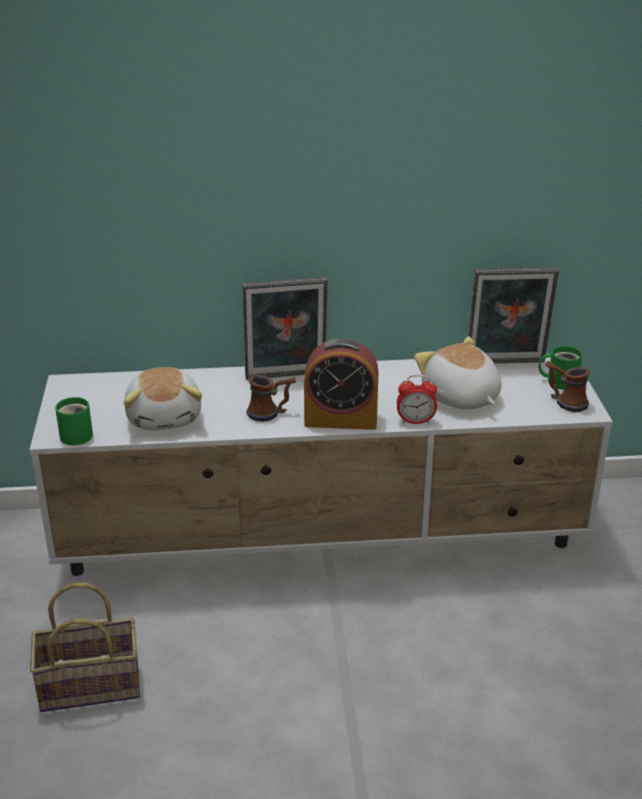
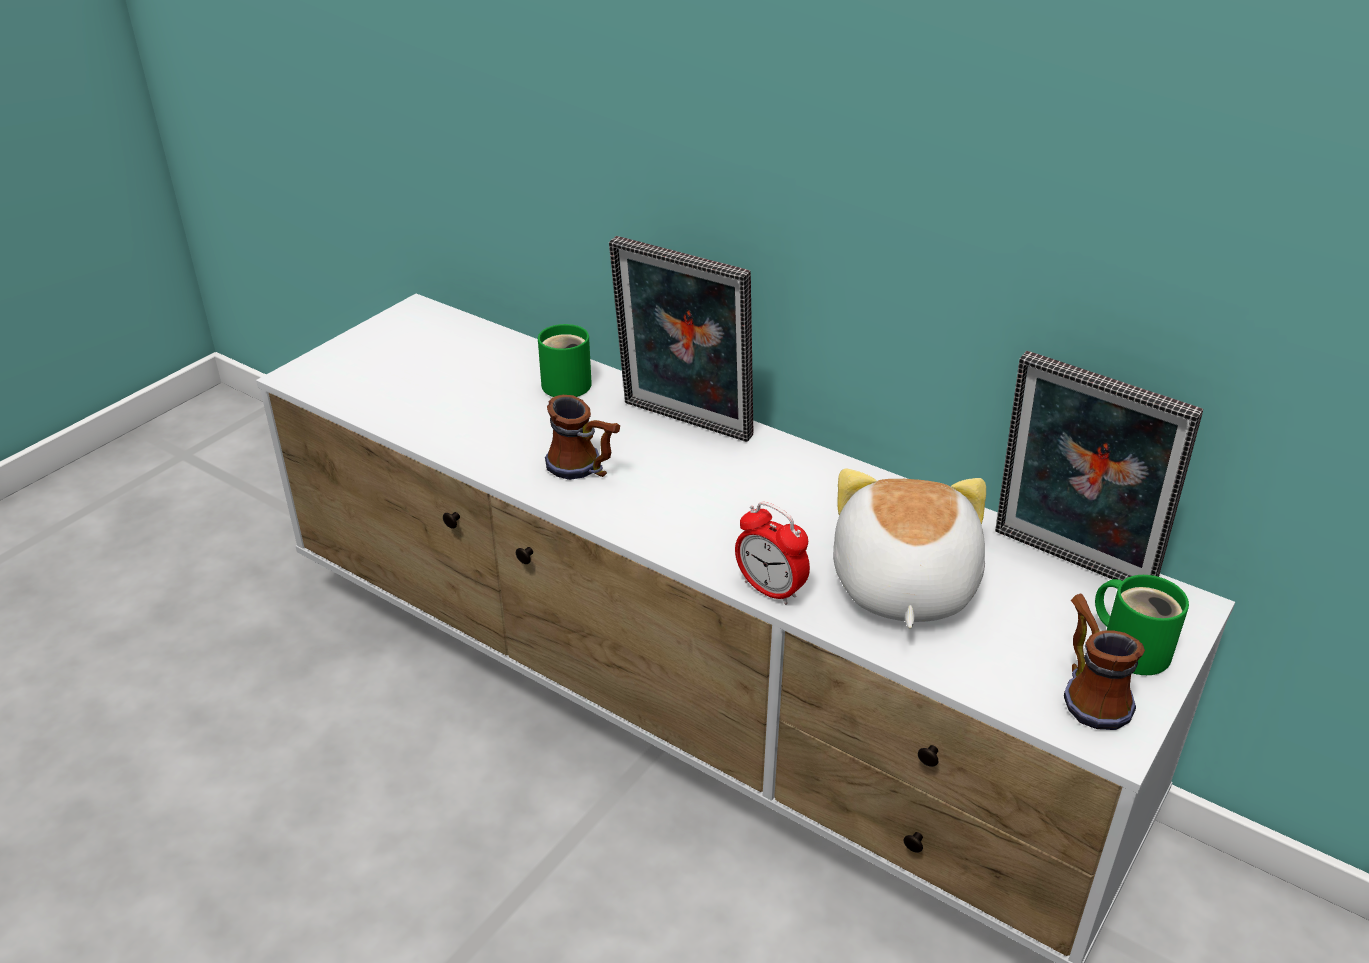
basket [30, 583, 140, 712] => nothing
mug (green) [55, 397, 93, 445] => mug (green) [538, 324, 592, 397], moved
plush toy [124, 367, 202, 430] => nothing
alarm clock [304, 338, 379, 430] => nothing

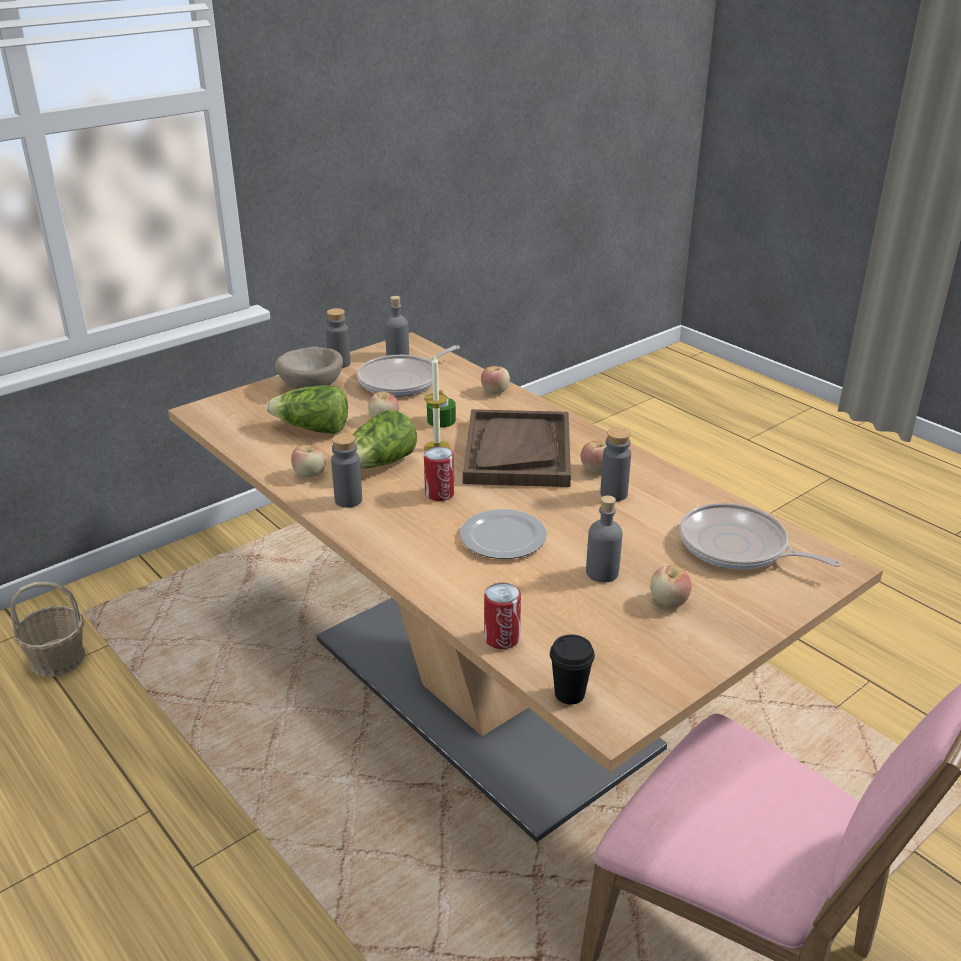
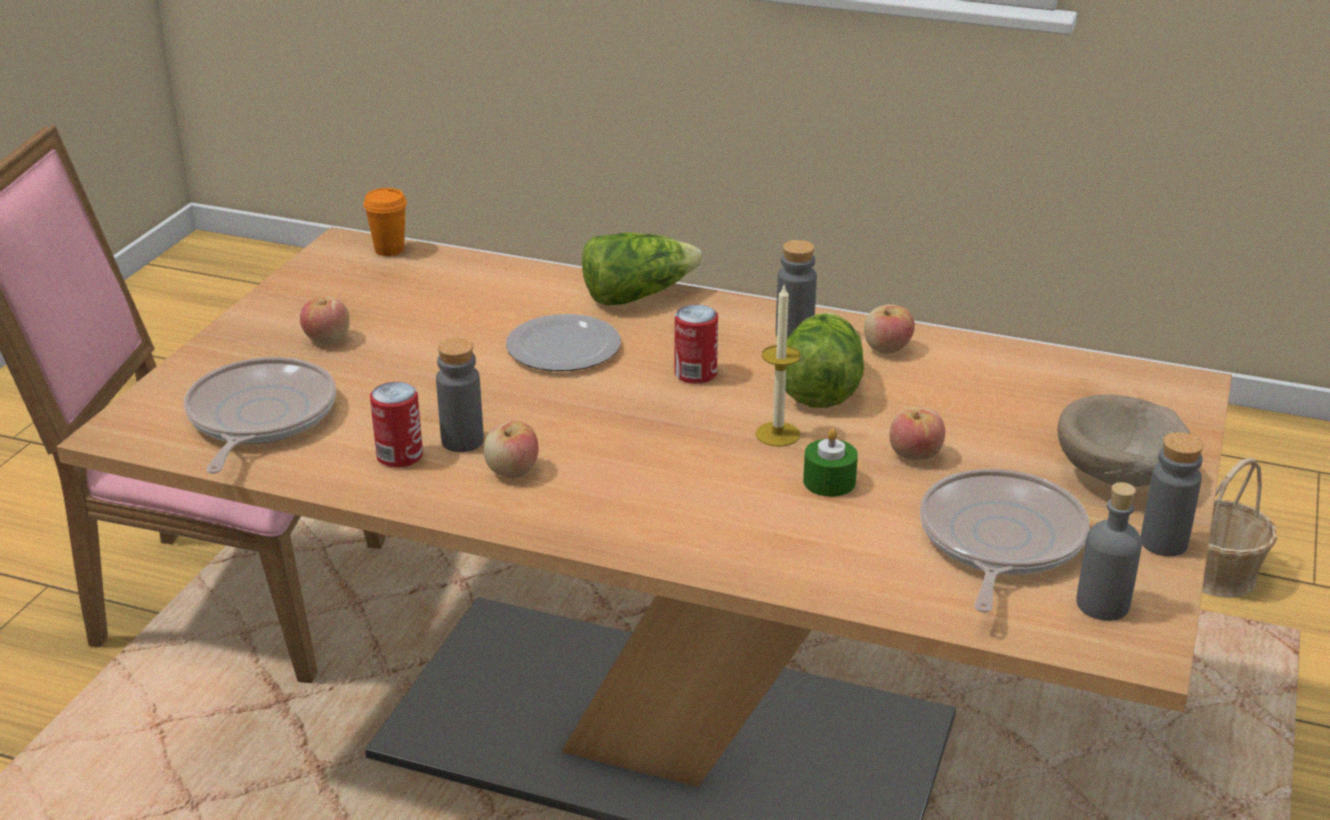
lettuce [266, 385, 348, 434] => lettuce [582, 232, 702, 305], moved
tray (brown) [463, 409, 571, 487] => nothing
apple [481, 366, 510, 394] => nothing
can [484, 583, 521, 649] => can [370, 382, 423, 468], moved
cup (black) [550, 635, 595, 704] => cup (orange) [363, 188, 407, 256]
bottle (grey) [586, 495, 623, 583] => nothing
frying pan [679, 503, 841, 569] => frying pan [184, 357, 336, 474], 90 degrees counterclockwise

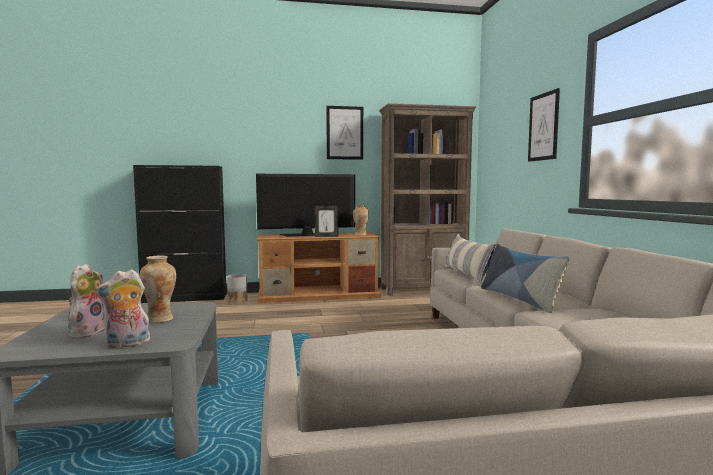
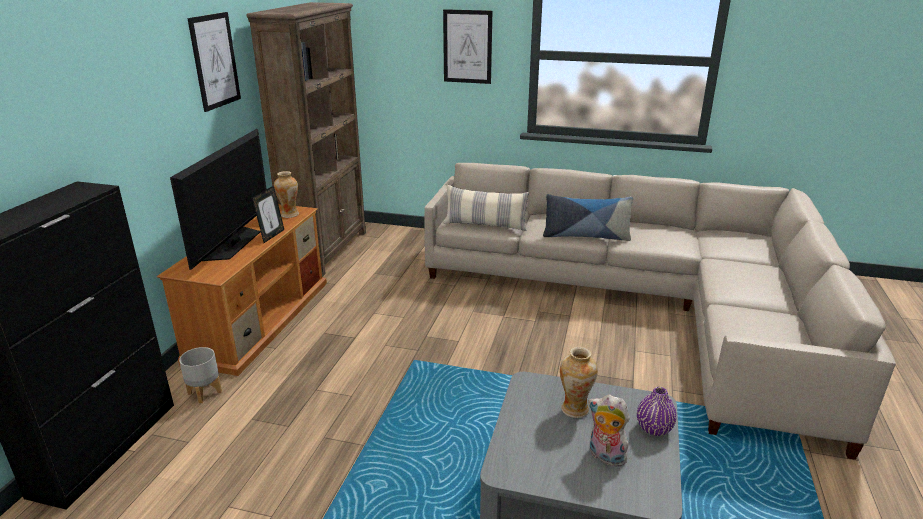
plush toy [95, 269, 151, 348] => vase (purple) [637, 387, 677, 436]

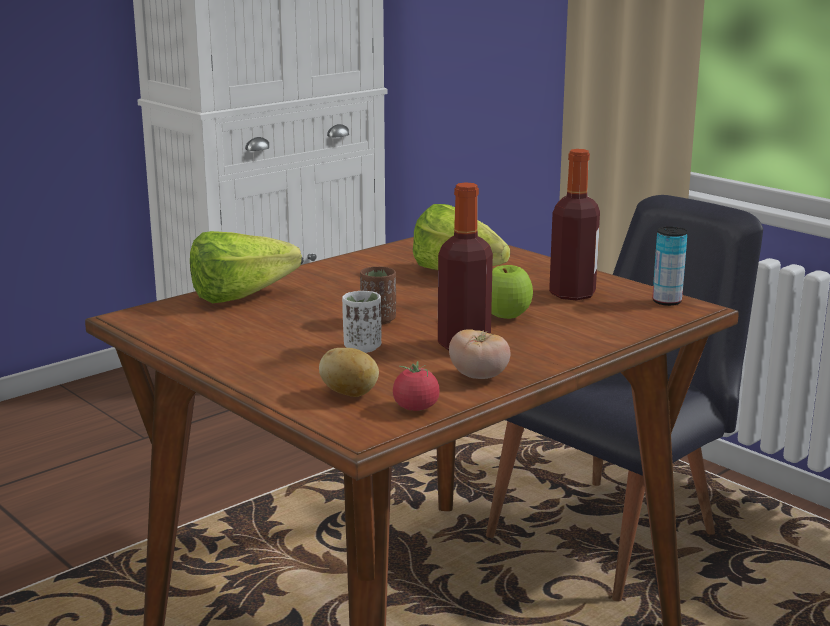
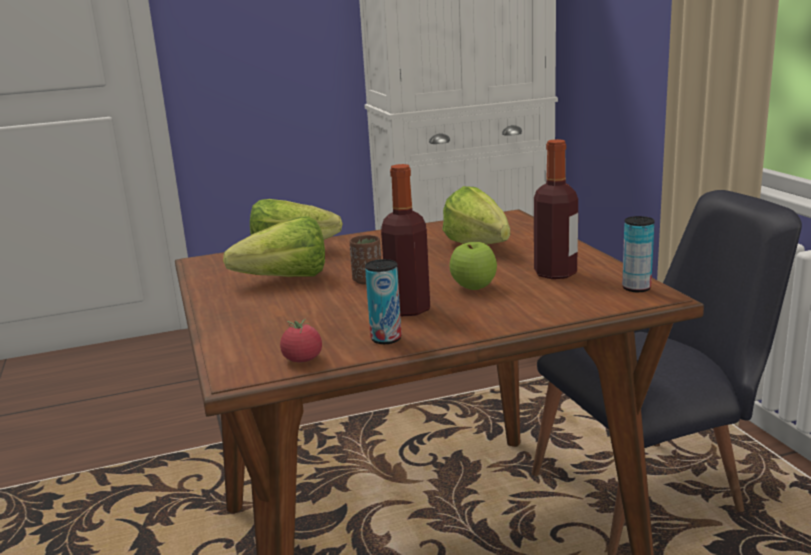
potato [319, 348, 379, 397] => nothing
cup (white) [342, 291, 381, 353] => nothing
tomato [449, 329, 511, 379] => can [365, 259, 402, 344]
nothing => lettuce [223, 216, 325, 277]

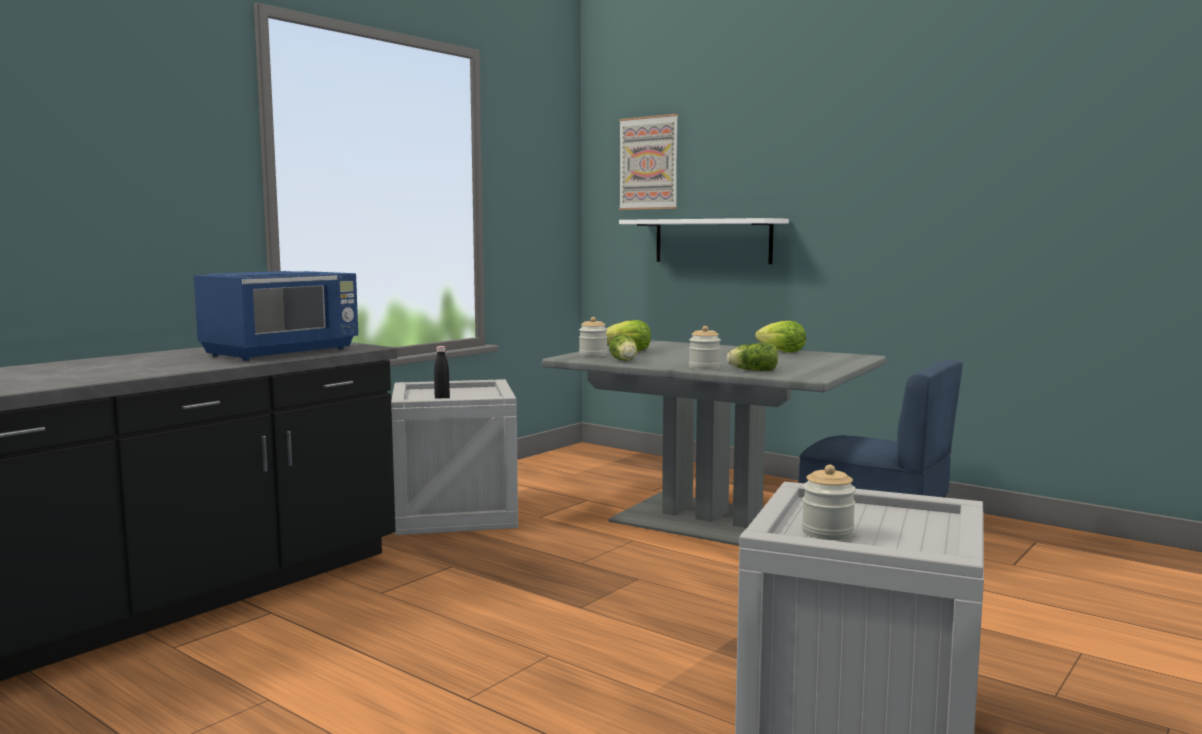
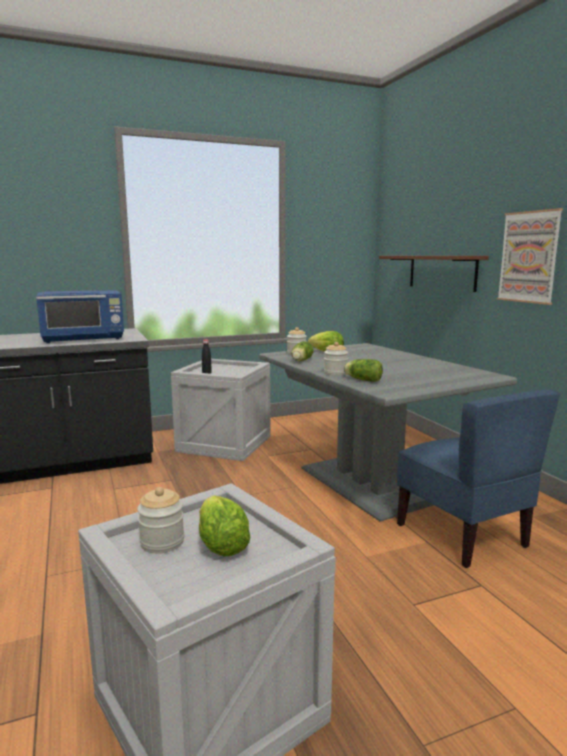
picture [619, 114, 678, 210] => picture [497, 208, 563, 305], moved
shelf (white) [619, 218, 789, 264] => shelf (brown) [379, 256, 489, 292]
lettuce [755, 321, 806, 353] => lettuce [199, 495, 251, 557], moved

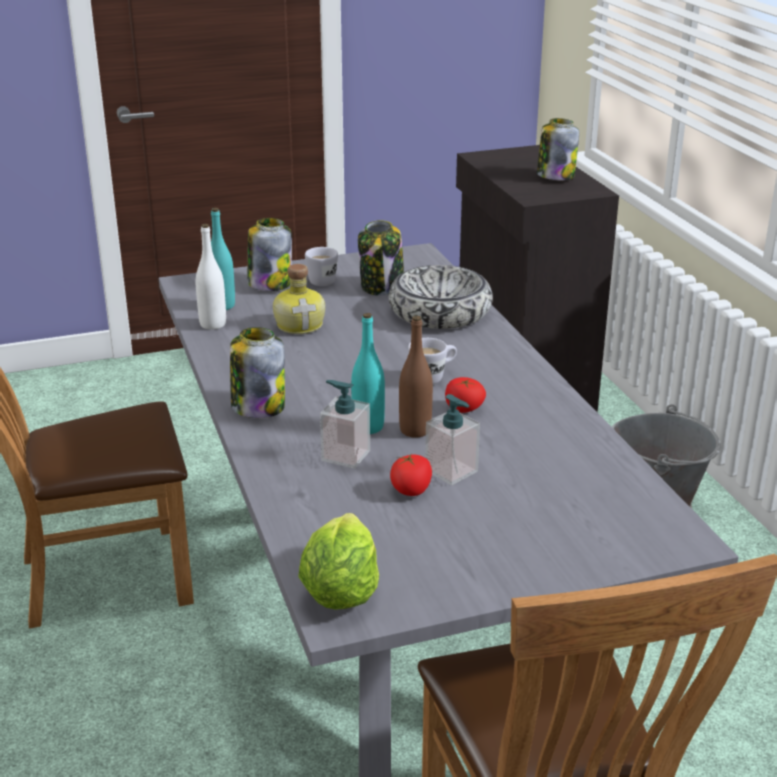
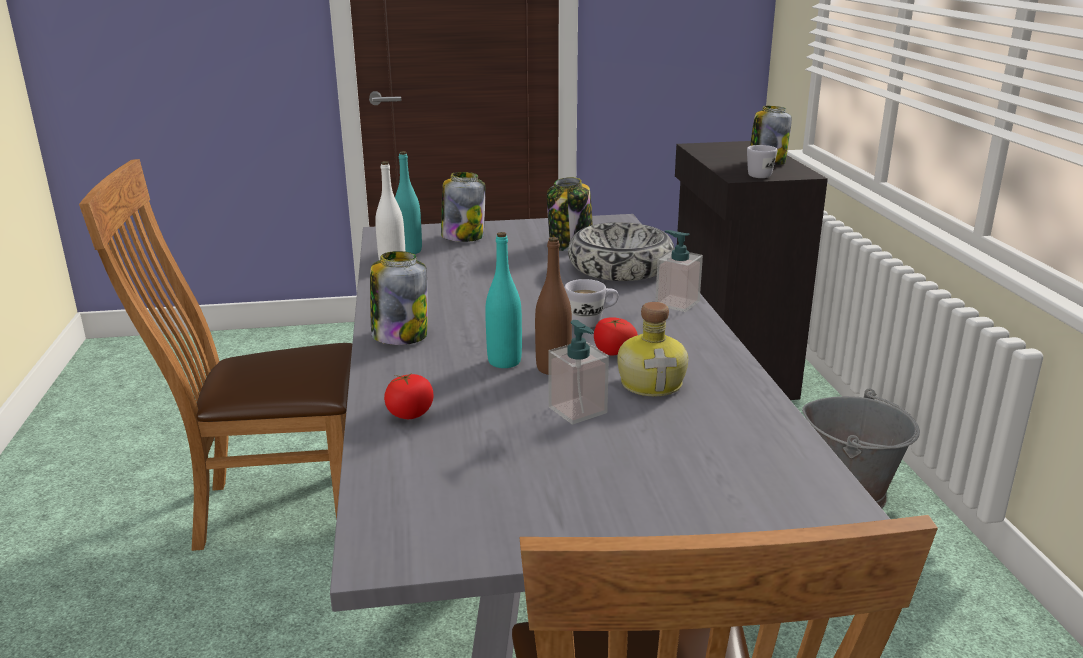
bottle [273, 264, 325, 334] => bottle [617, 302, 688, 396], moved
lettuce [298, 513, 379, 610] => nothing
mug (white) [305, 247, 338, 286] => mug (white) [747, 145, 777, 178], moved
soap dispenser [320, 380, 370, 469] => soap dispenser [655, 230, 703, 312], moved
tomato [390, 454, 432, 496] => tomato [384, 373, 434, 419], moved

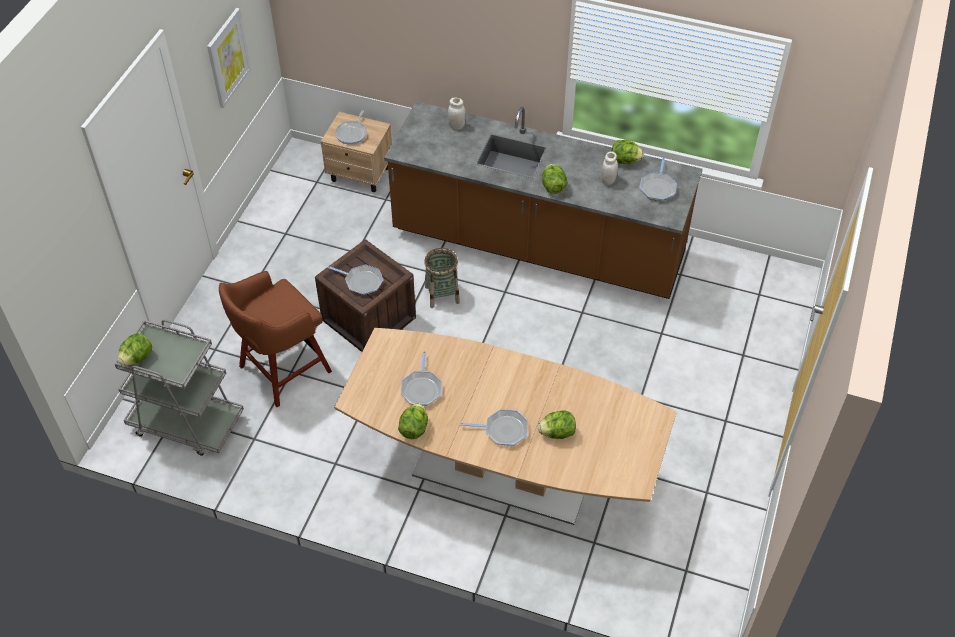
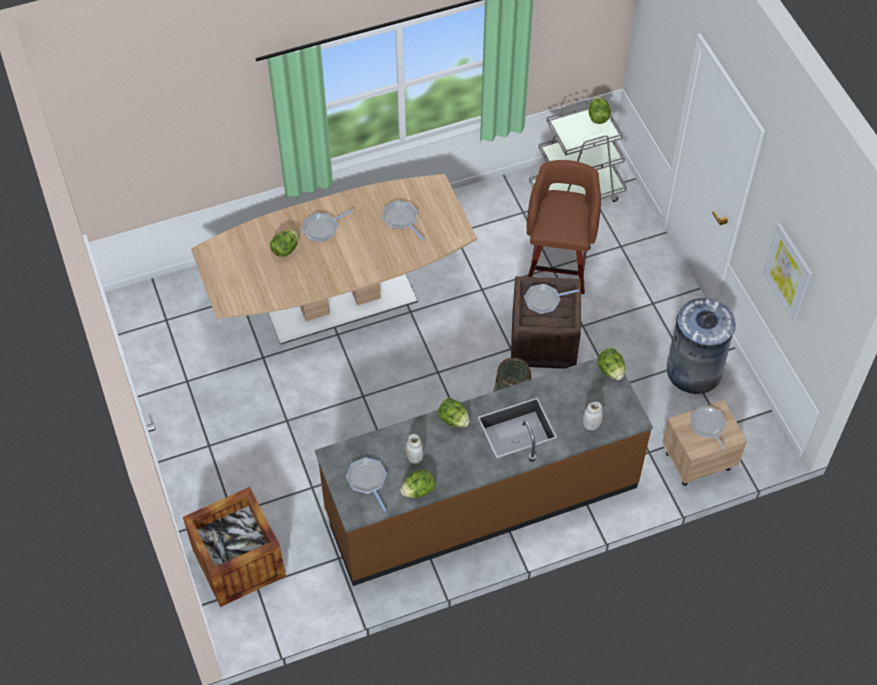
lettuce [398, 403, 428, 439] => lettuce [597, 348, 625, 380], moved
nothing => crate [183, 487, 286, 607]
nothing => trash can (grey) [667, 298, 736, 394]

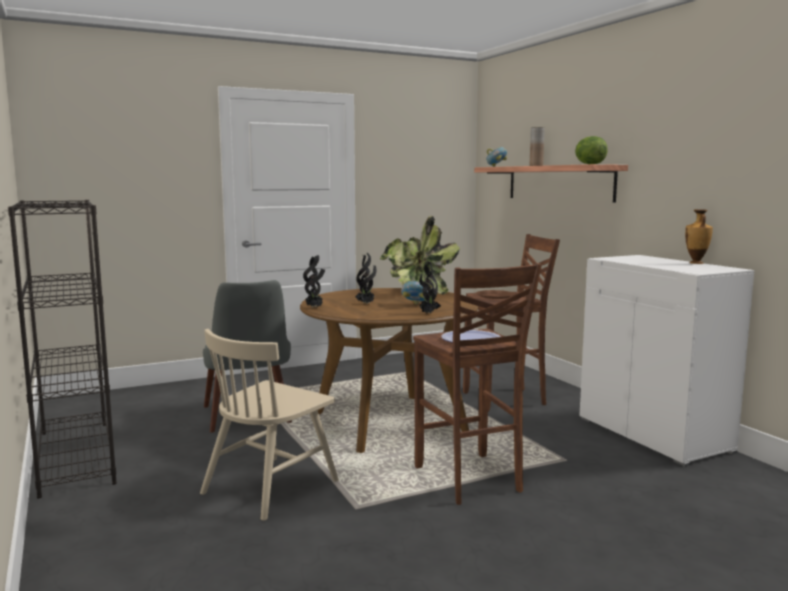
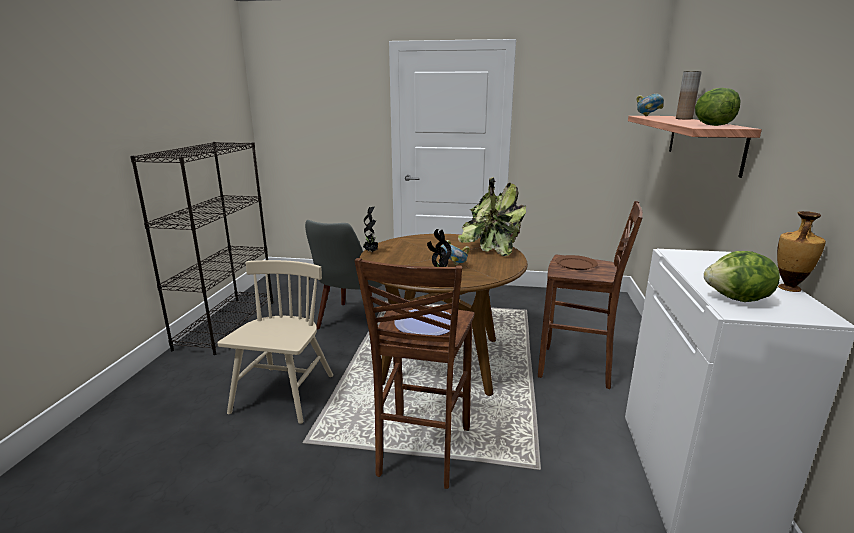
chair (beige) [200, 329, 339, 521] => chair (beige) [217, 260, 333, 424], 120 degrees clockwise
potted plant [355, 253, 376, 304] => nothing
nothing => lettuce [704, 251, 780, 302]

